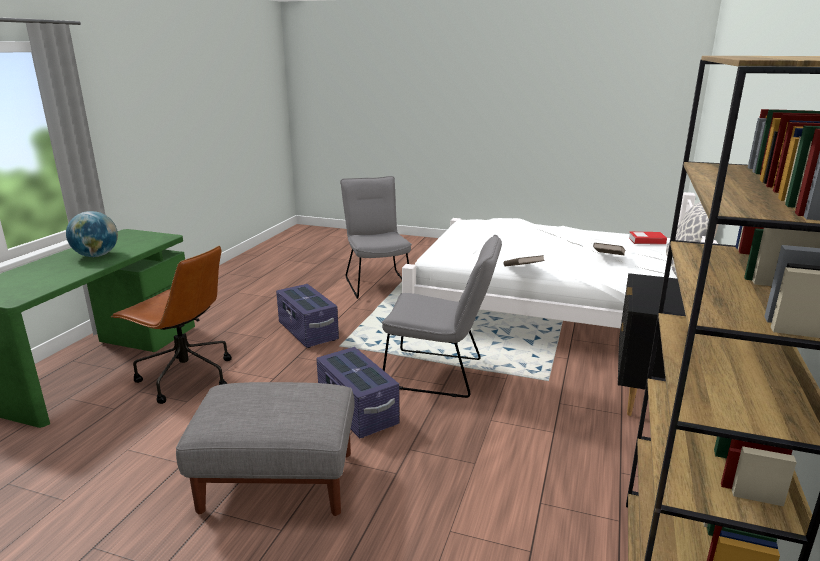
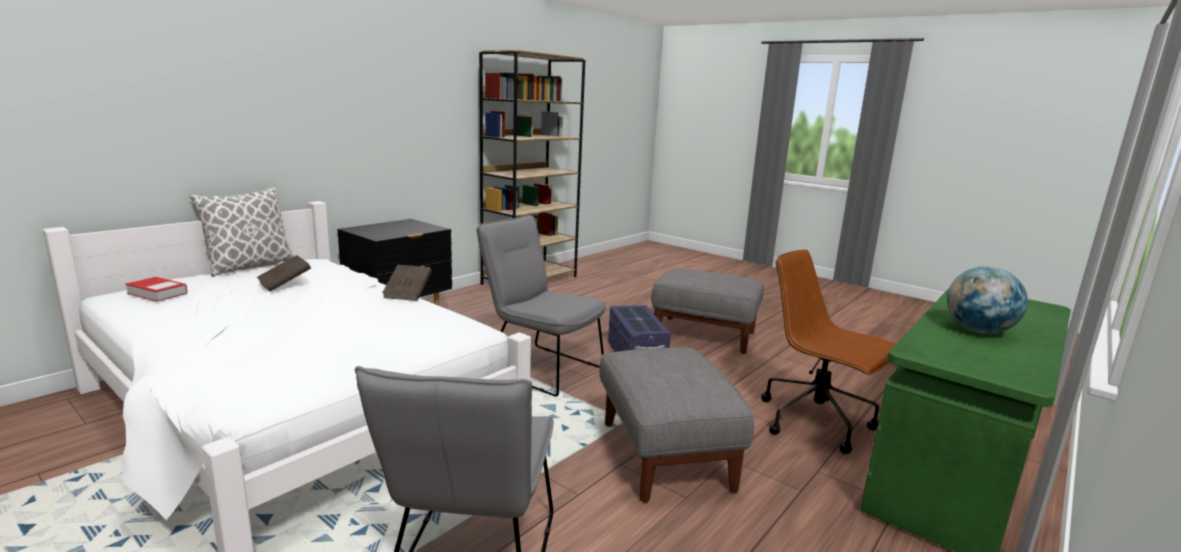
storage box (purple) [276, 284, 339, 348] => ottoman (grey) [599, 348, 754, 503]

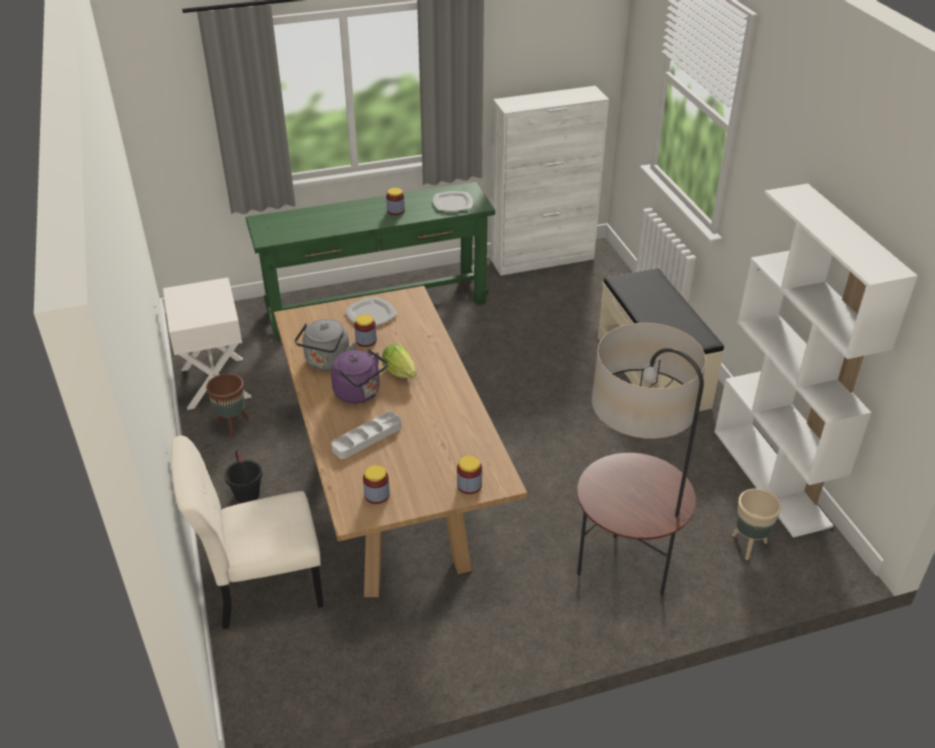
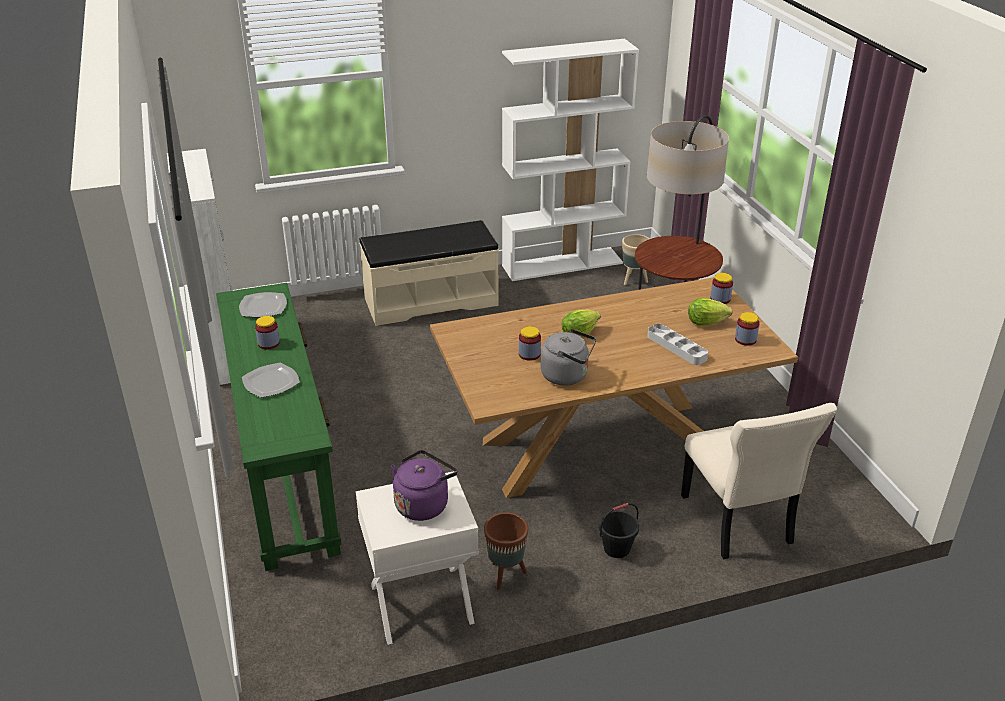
kettle (purple) [331, 349, 388, 404] => kettle (purple) [391, 450, 458, 521], moved
plate [345, 297, 397, 326] => plate [242, 363, 300, 398], moved
nothing => lettuce [688, 298, 733, 326]

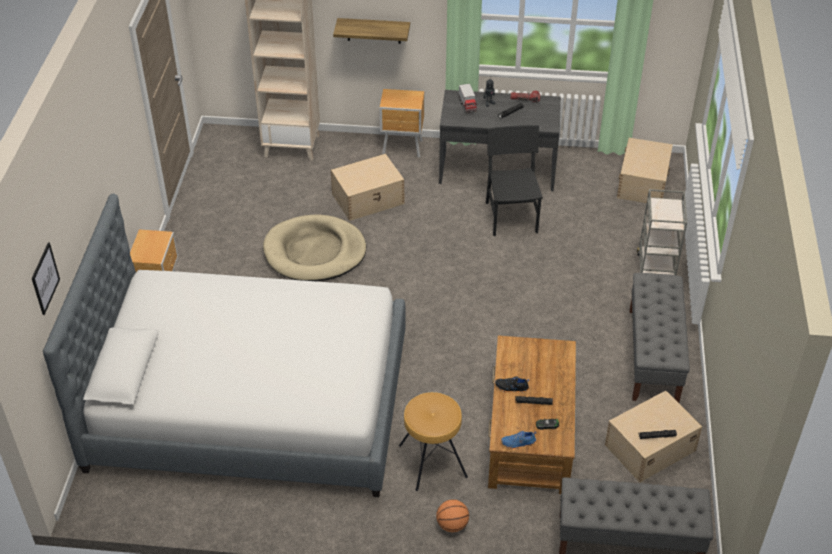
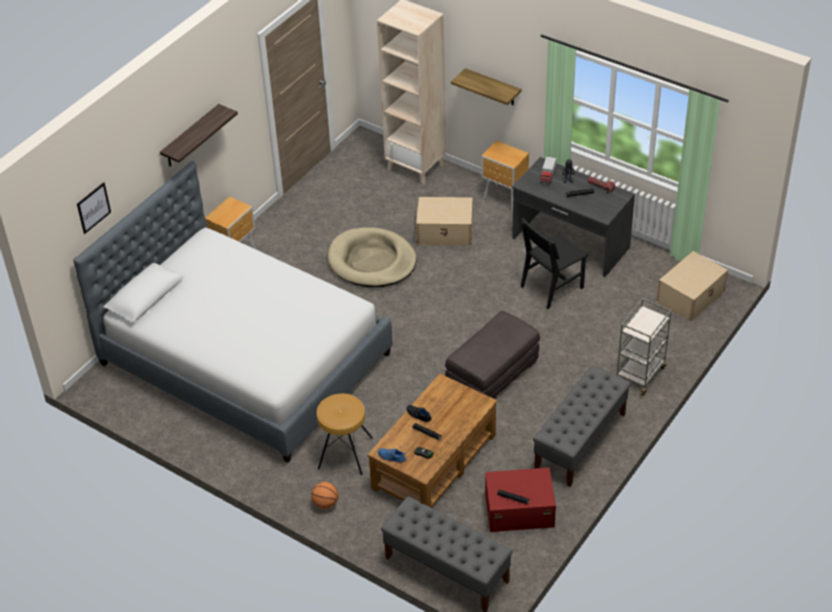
chair (black) [486, 125, 543, 236] => chair (black) [521, 218, 588, 309], 150 degrees counterclockwise
storage box (beige) [605, 391, 702, 482] => storage box (red) [485, 468, 556, 532]
nothing => shelf [160, 104, 238, 166]
nothing => ottoman (grey) [445, 311, 540, 399]

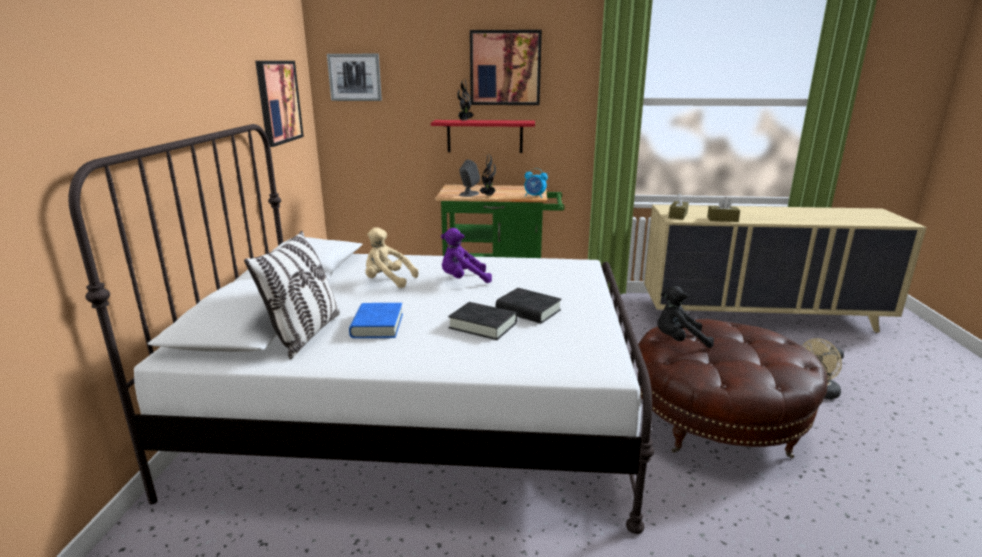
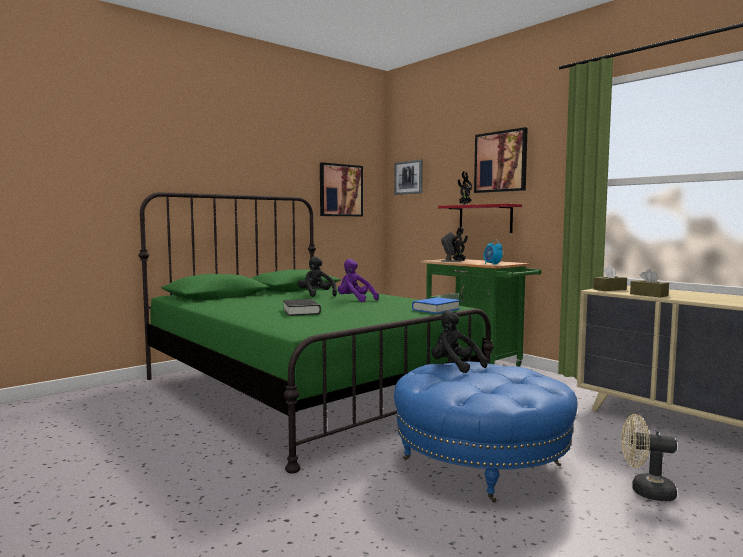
bed (white) [68, 124, 654, 534] => bed (green) [138, 192, 494, 473]
pillow [244, 231, 340, 359] => nothing
book (blue) [349, 303, 403, 338] => book (blue) [412, 297, 460, 314], moved
plush toy (beige) [365, 227, 418, 288] => plush toy (black) [298, 256, 337, 297]
book (black) [496, 288, 562, 323] => nothing
ottoman (brown) [636, 319, 828, 458] => ottoman (blue) [394, 362, 578, 503]

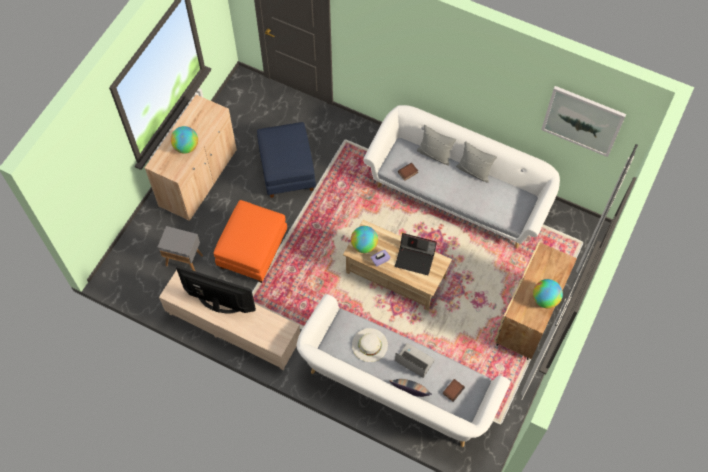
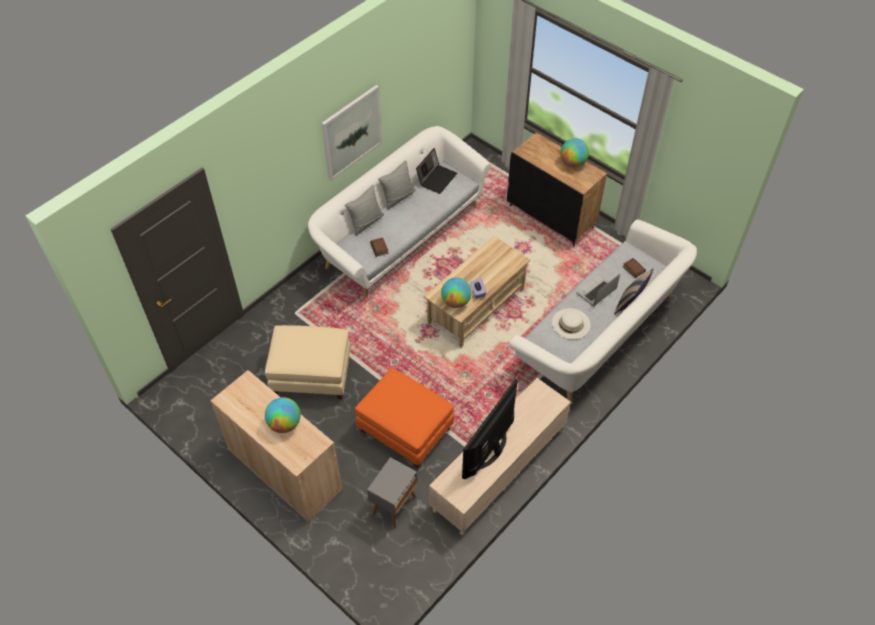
ottoman (blue) [257, 122, 316, 198] => ottoman (beige) [265, 325, 351, 399]
laptop [395, 233, 437, 275] => laptop [416, 148, 457, 194], moved
cabinet (beige) [495, 242, 577, 360] => cabinet (black) [507, 132, 607, 246]
picture [541, 86, 626, 157] => picture [321, 85, 382, 181], moved

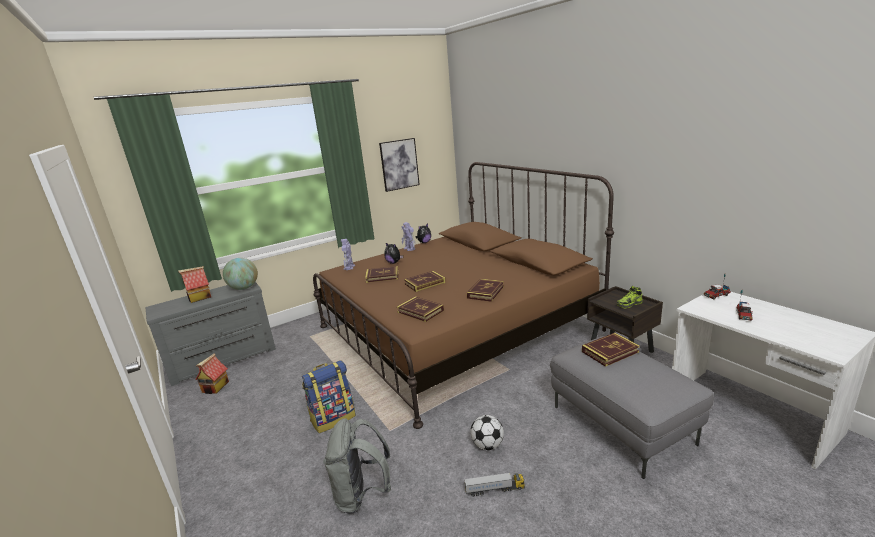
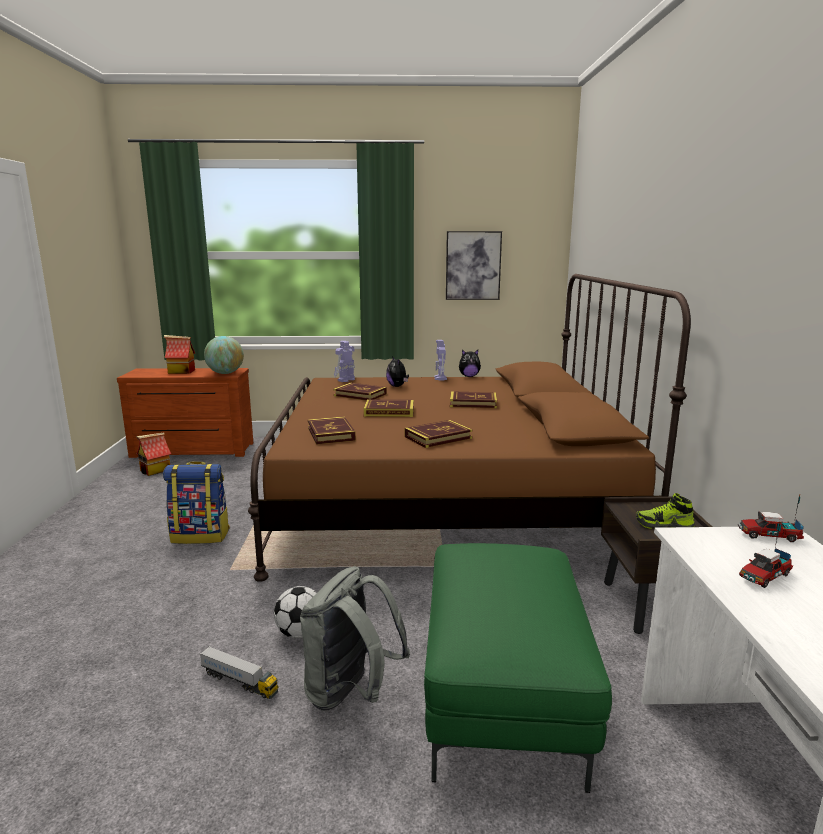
dresser (grey) [146, 282, 276, 386] => dresser (brown) [117, 368, 253, 458]
backpack (grey) [323, 418, 391, 514] => backpack (grey) [300, 566, 410, 711], moved
ottoman (grey) [550, 336, 714, 479] => ottoman (green) [424, 543, 612, 793]
book [582, 333, 640, 367] => book [450, 391, 497, 408], moved

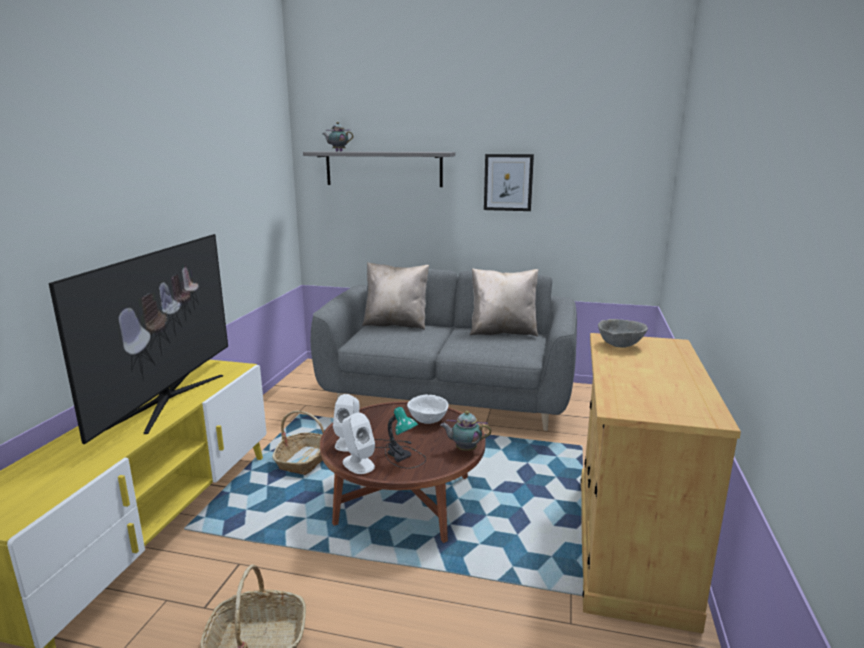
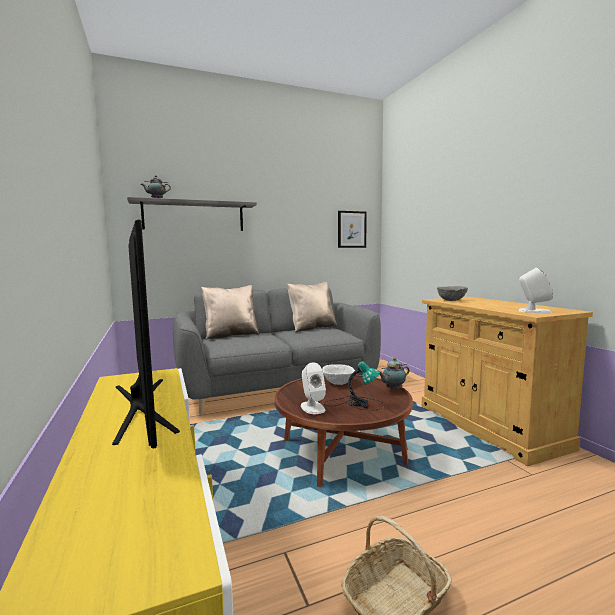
basket [272, 411, 324, 475] => nothing
speaker (white) [342, 413, 375, 474] => speaker (white) [518, 268, 553, 313], moved
picture [484, 154, 534, 211] => picture [338, 211, 367, 248], moved

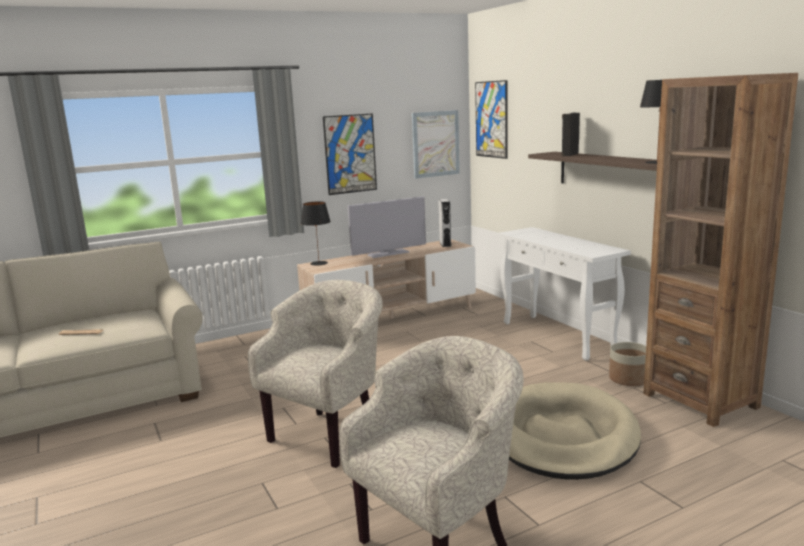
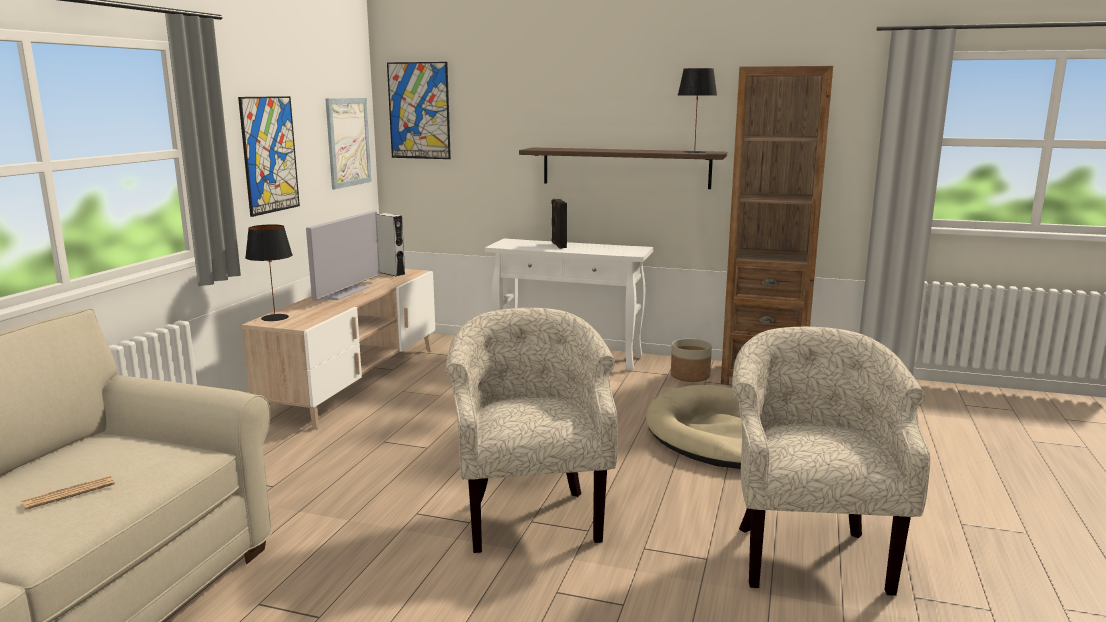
speaker (black) [561, 112, 580, 157] => speaker (black) [551, 199, 567, 249], moved

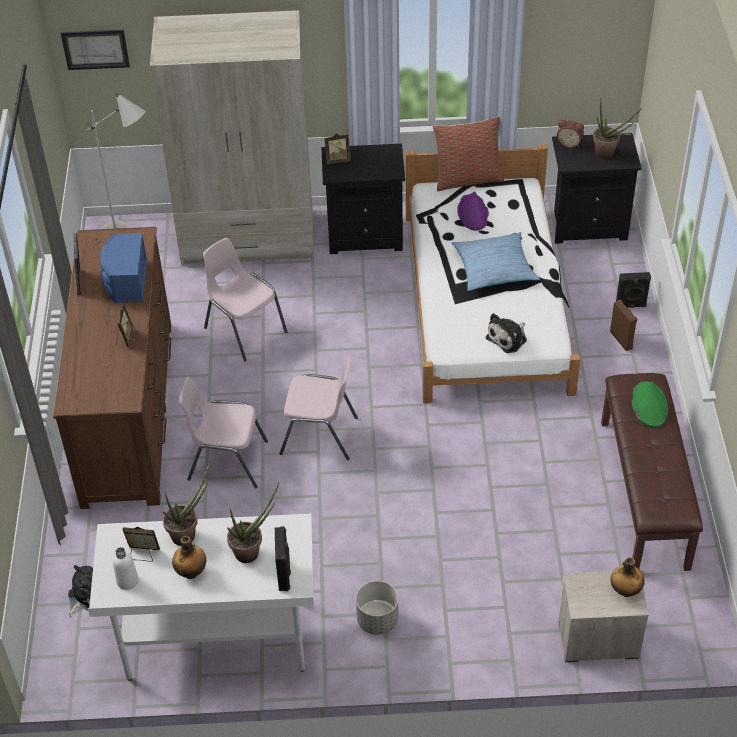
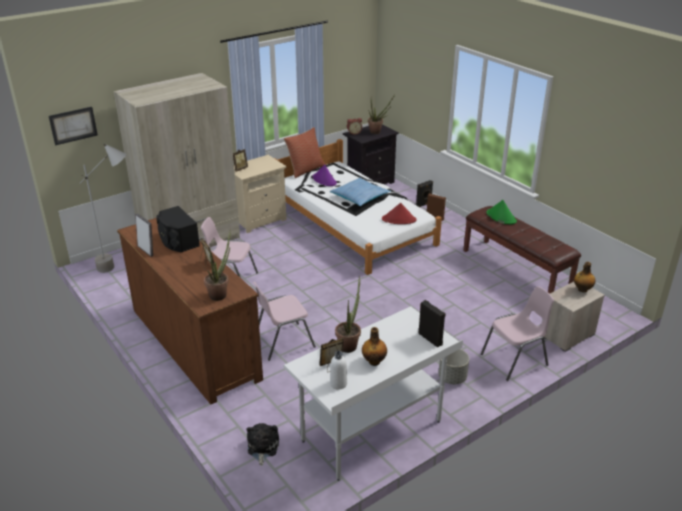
speaker (blue) [100, 233, 147, 303] => speaker (black) [157, 206, 200, 252]
potted plant [227, 482, 279, 563] => potted plant [204, 229, 231, 301], moved
chair (pink) [279, 356, 358, 460] => chair (pink) [481, 286, 554, 381], moved
nightstand (black) [321, 144, 405, 254] => nightstand (beige) [234, 155, 286, 233]
plush toy [486, 313, 527, 353] => hat (red) [382, 203, 417, 224]

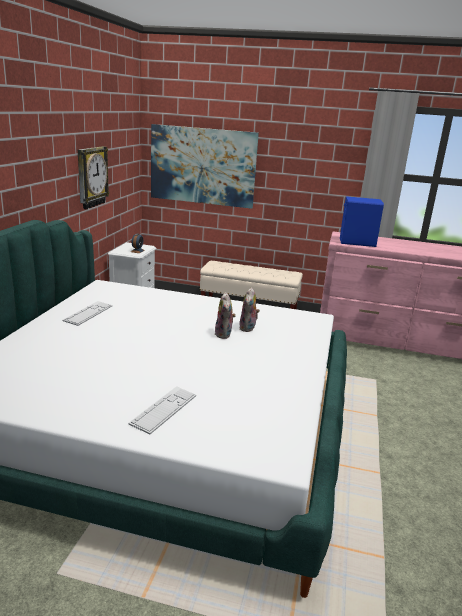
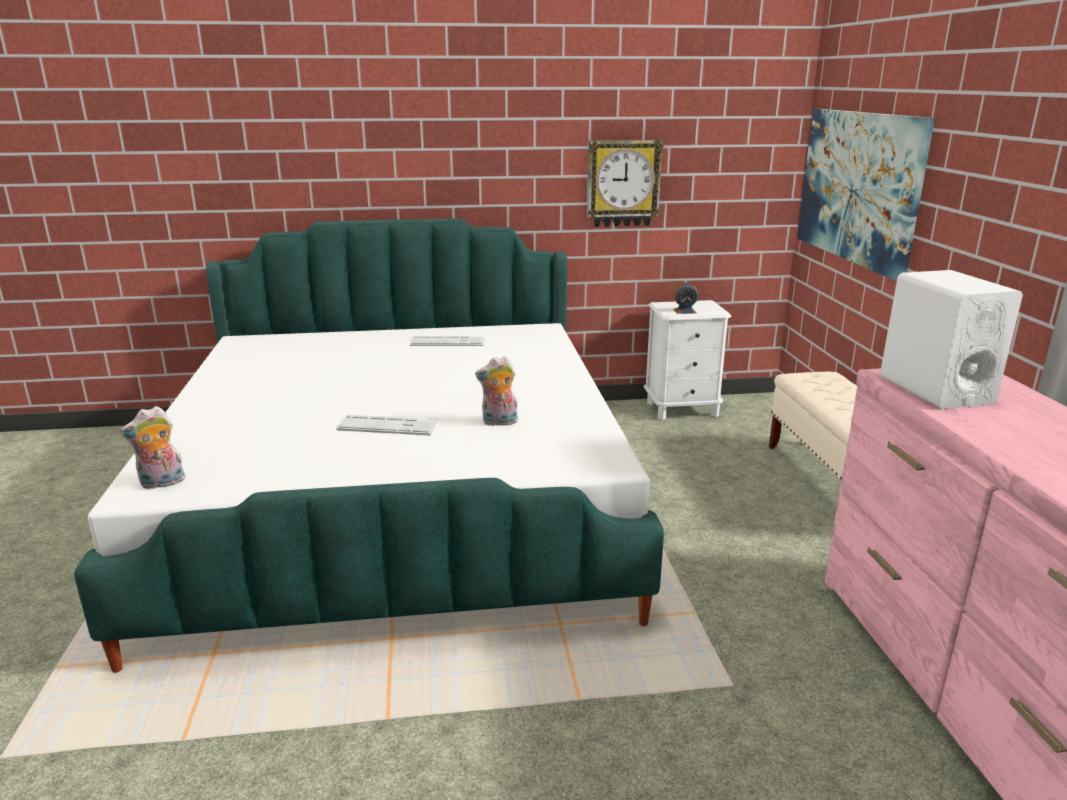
keyboard [128, 386, 196, 435] => keyboard [336, 415, 438, 435], moved
plush toy [215, 292, 236, 339] => plush toy [120, 406, 185, 489], moved
speaker (blue) [340, 196, 384, 247] => speaker (white) [880, 270, 1023, 409]

